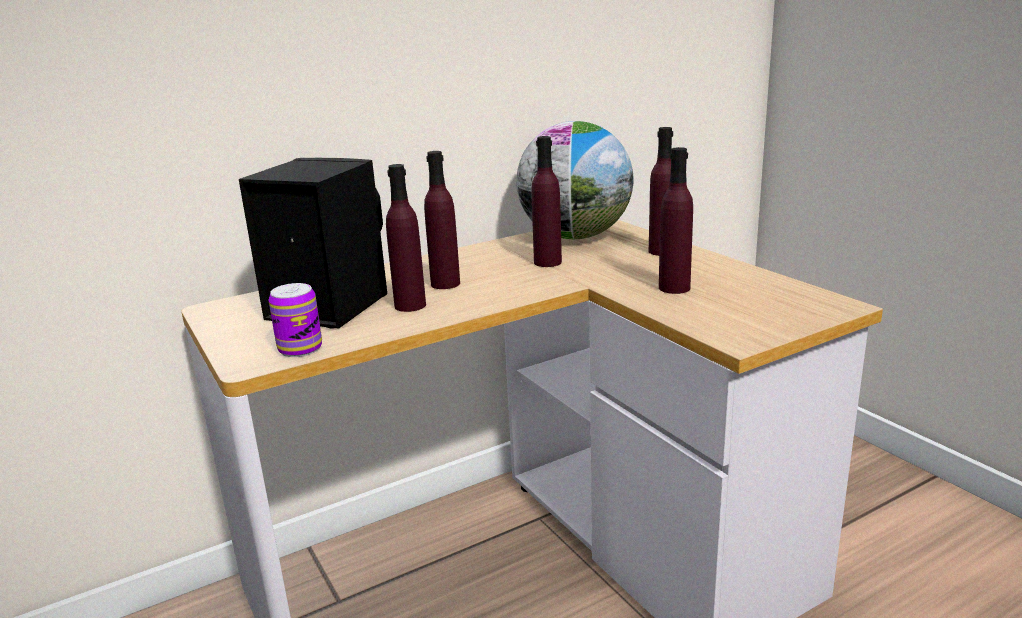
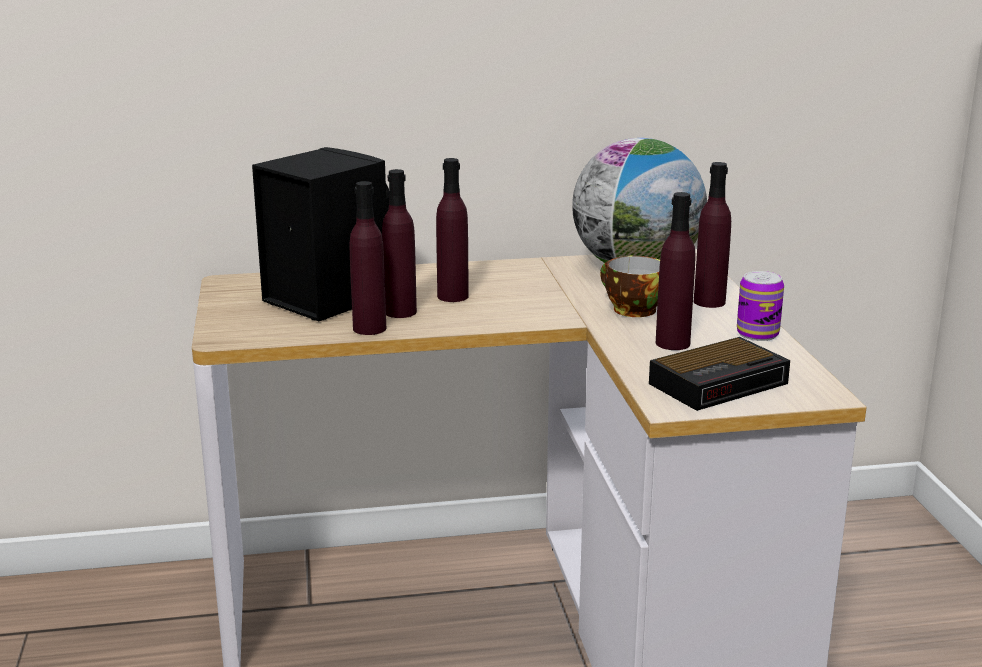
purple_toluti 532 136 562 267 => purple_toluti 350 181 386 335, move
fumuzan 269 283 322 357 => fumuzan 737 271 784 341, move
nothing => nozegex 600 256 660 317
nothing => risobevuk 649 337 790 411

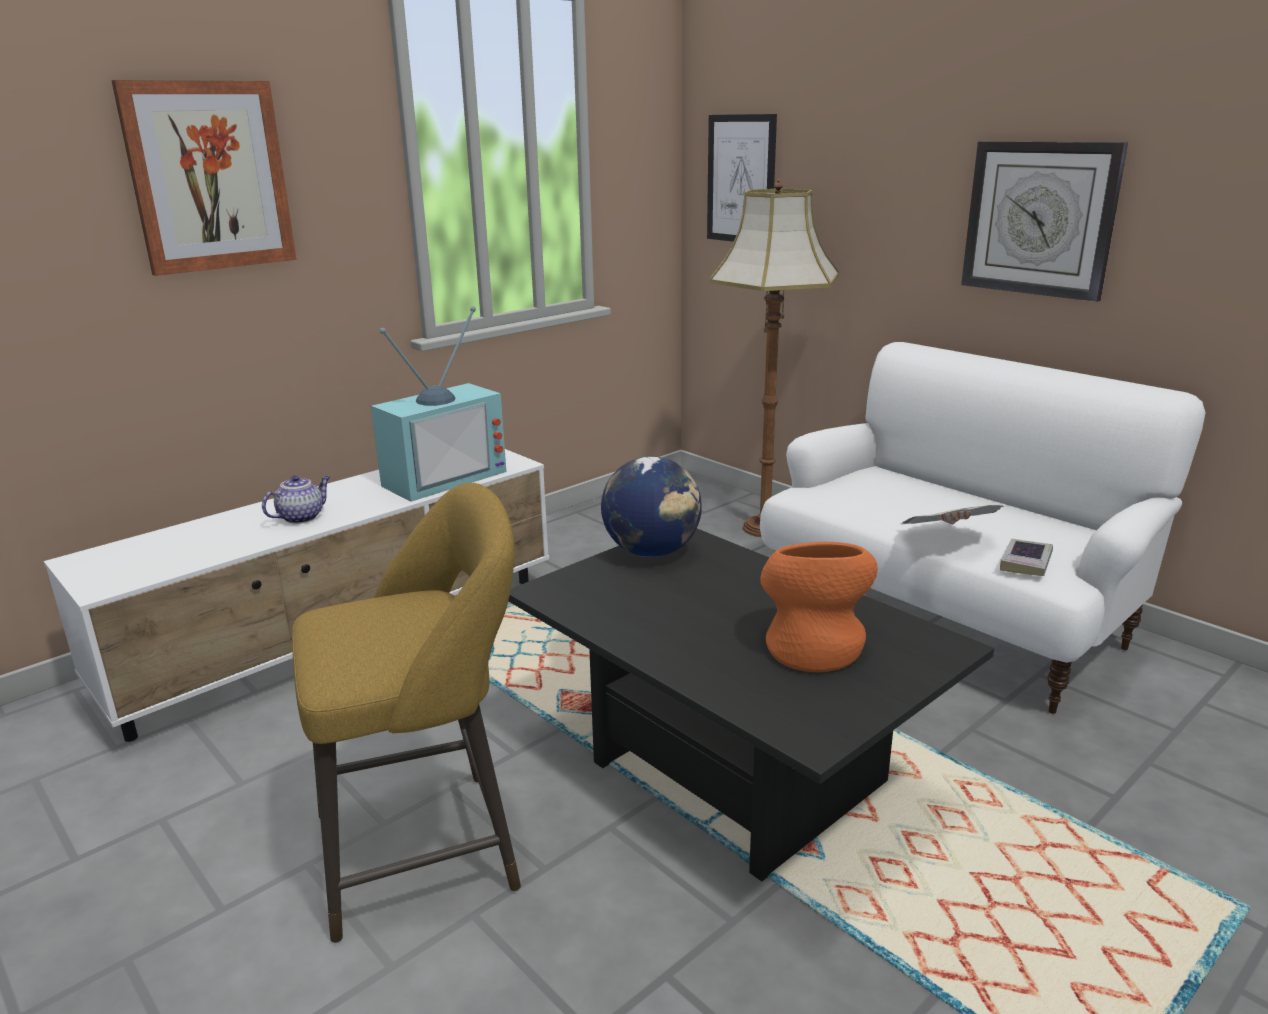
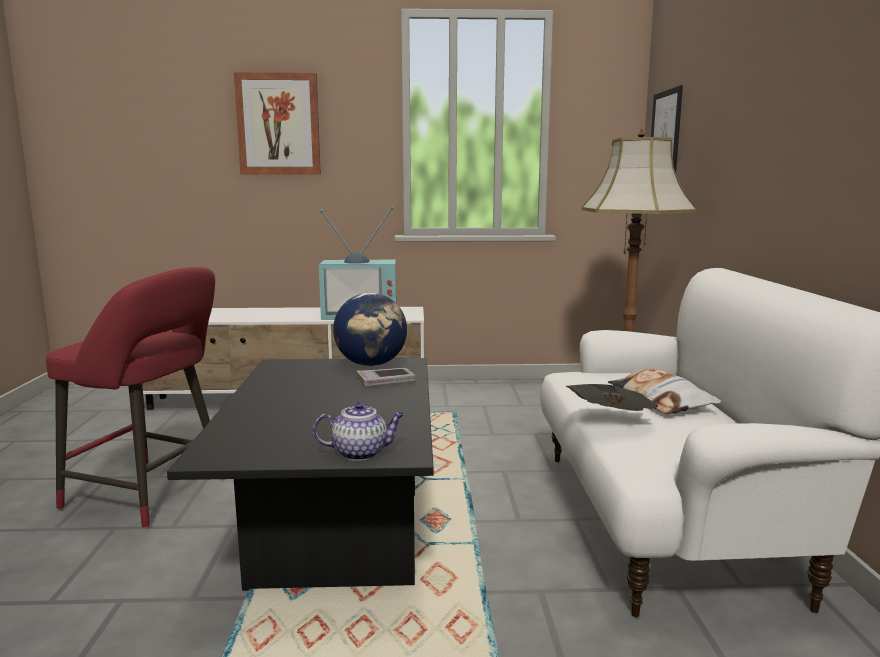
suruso 961 141 1128 302 => nothing
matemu 262 475 330 524 => matemu 313 402 405 461, move
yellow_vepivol 292 483 521 943 => red_vepivol 46 267 215 529
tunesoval 1000 539 1053 576 => tunesoval 356 368 416 386, move
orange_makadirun 760 542 878 672 => nothing
nothing => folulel 608 369 722 414

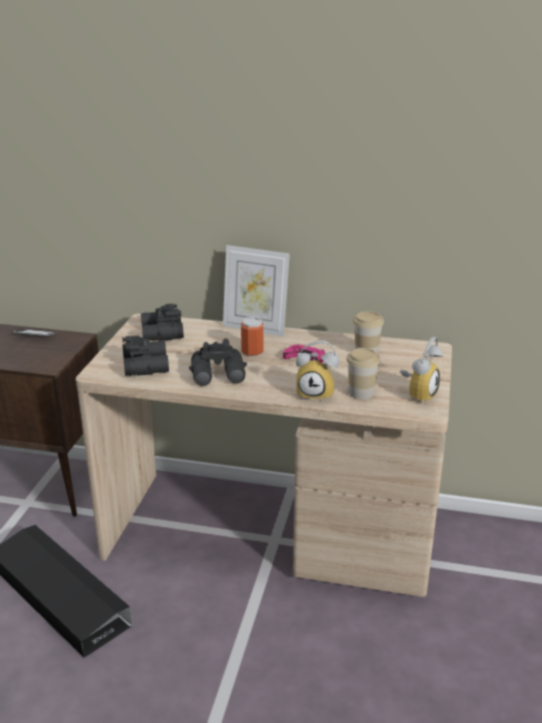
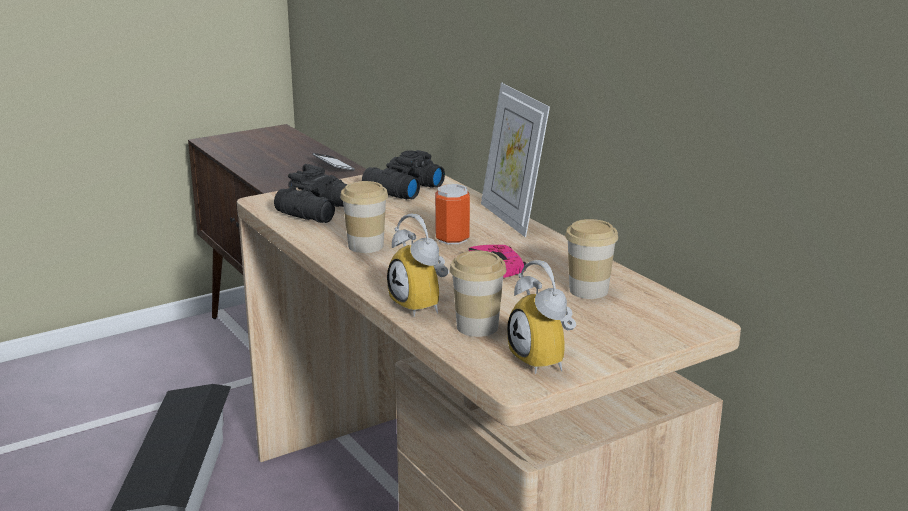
risobevuk 400 337 443 404 => risobevuk 507 260 576 374, 75 degrees clockwise
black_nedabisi 189 338 247 386 => nozegex 340 181 388 253

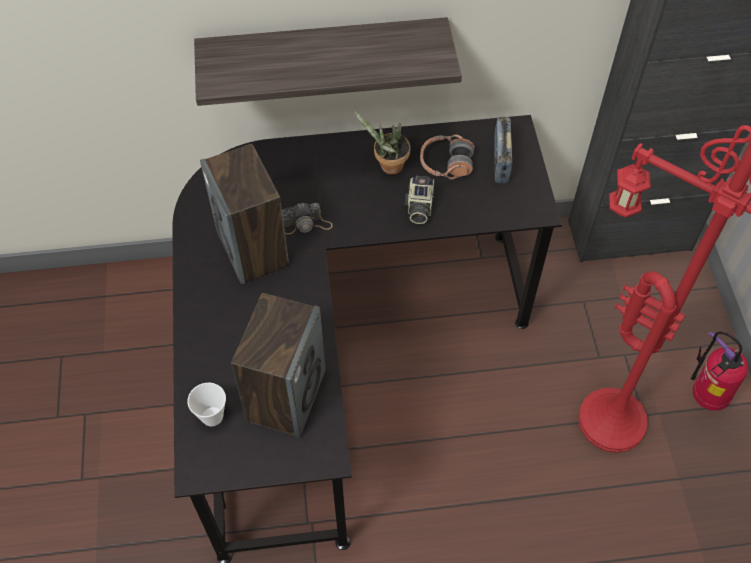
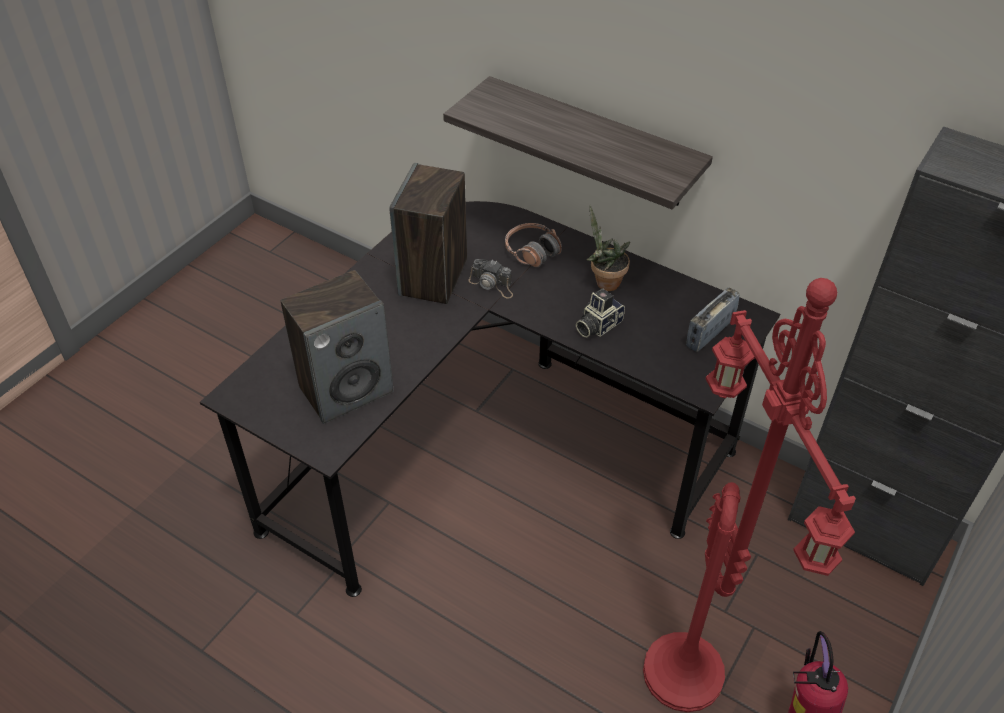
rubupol 420 134 475 180 => rubupol 505 223 562 267, move
nozegex 188 382 226 426 => nothing

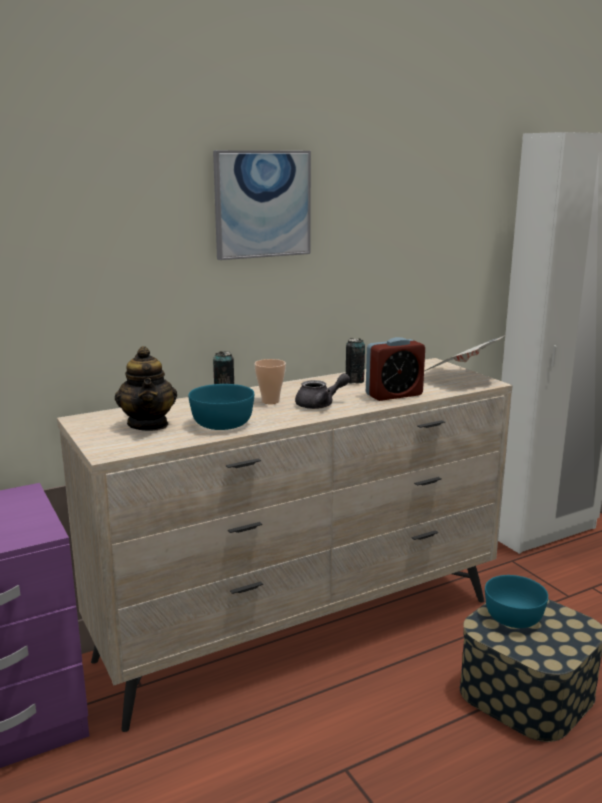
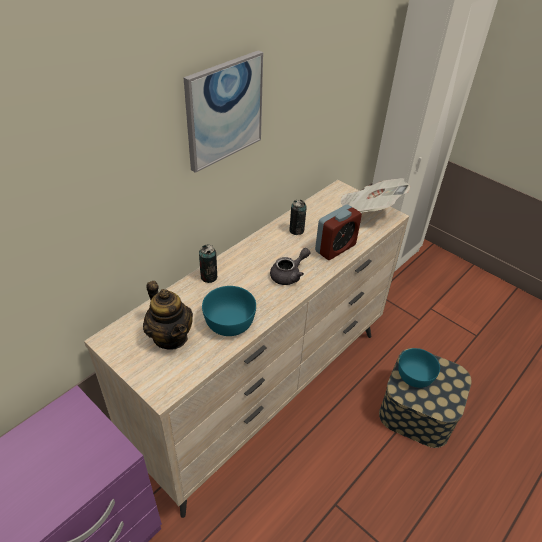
nozegex 254 359 286 404 => nothing

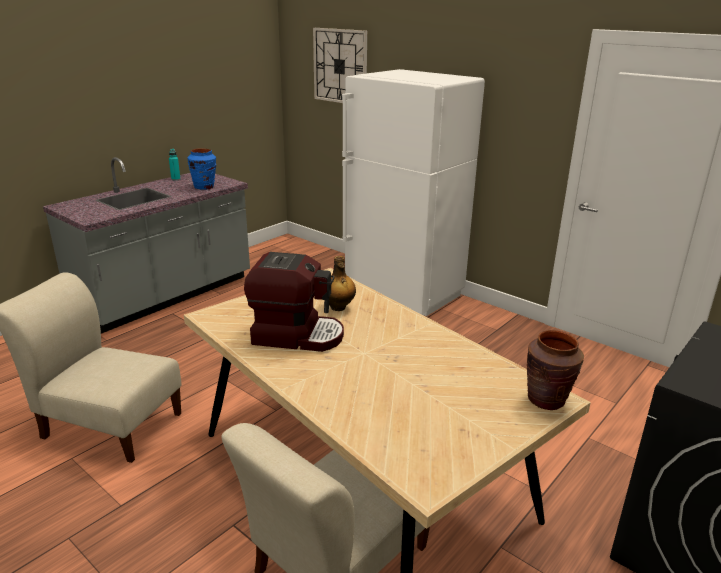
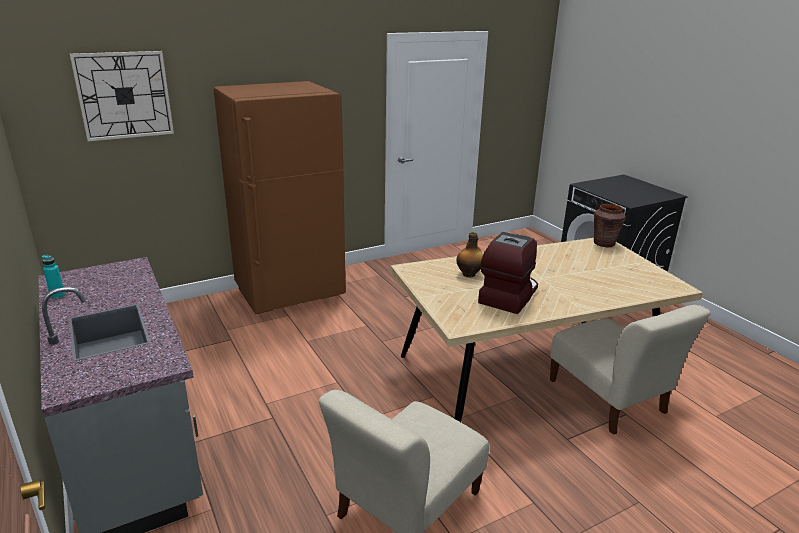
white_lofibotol 342 69 485 316 => brown_lofibotol 214 81 346 314
blue_makadirun 187 148 216 190 => nothing

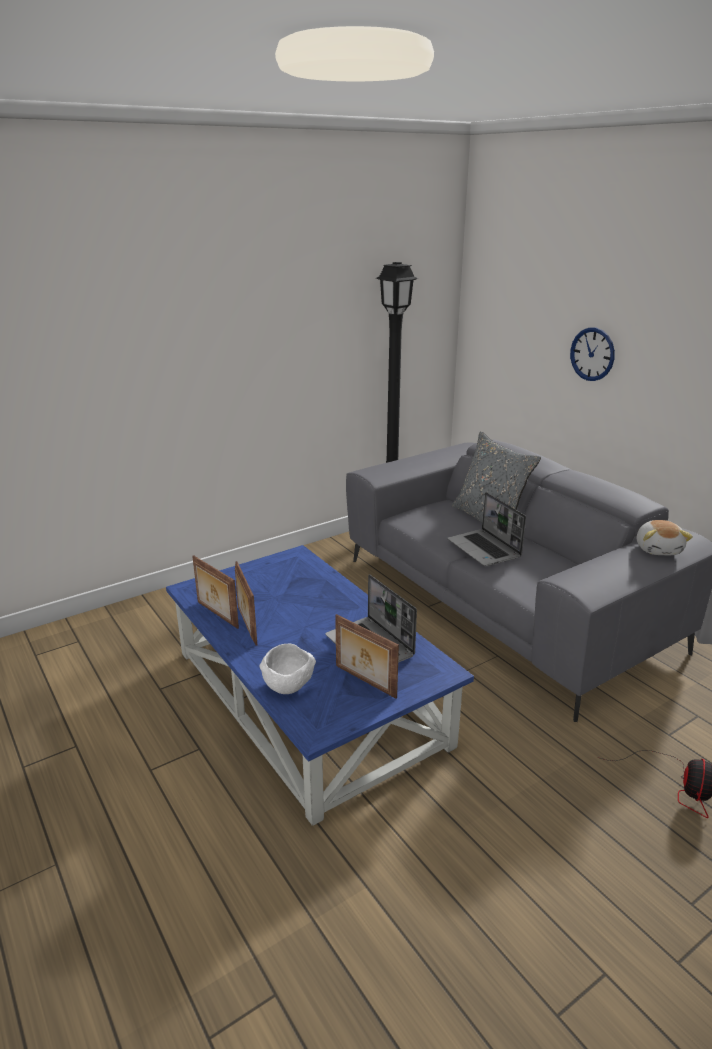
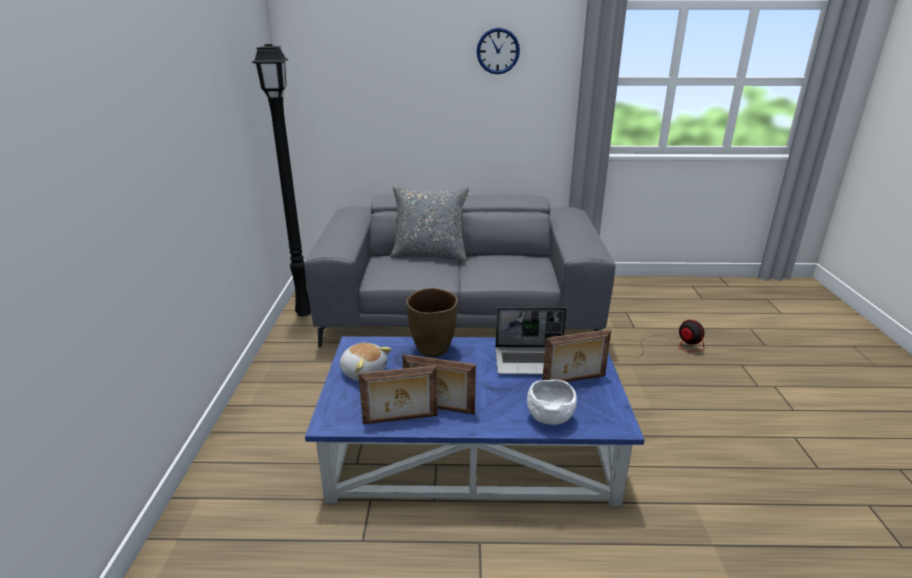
suruso 570 328 615 381 => suruso 477 28 520 74, move
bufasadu 448 492 526 566 => nothing
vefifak 637 520 693 555 => vefifak 339 343 392 381, move
nothing => brown_makadirun 406 288 458 357

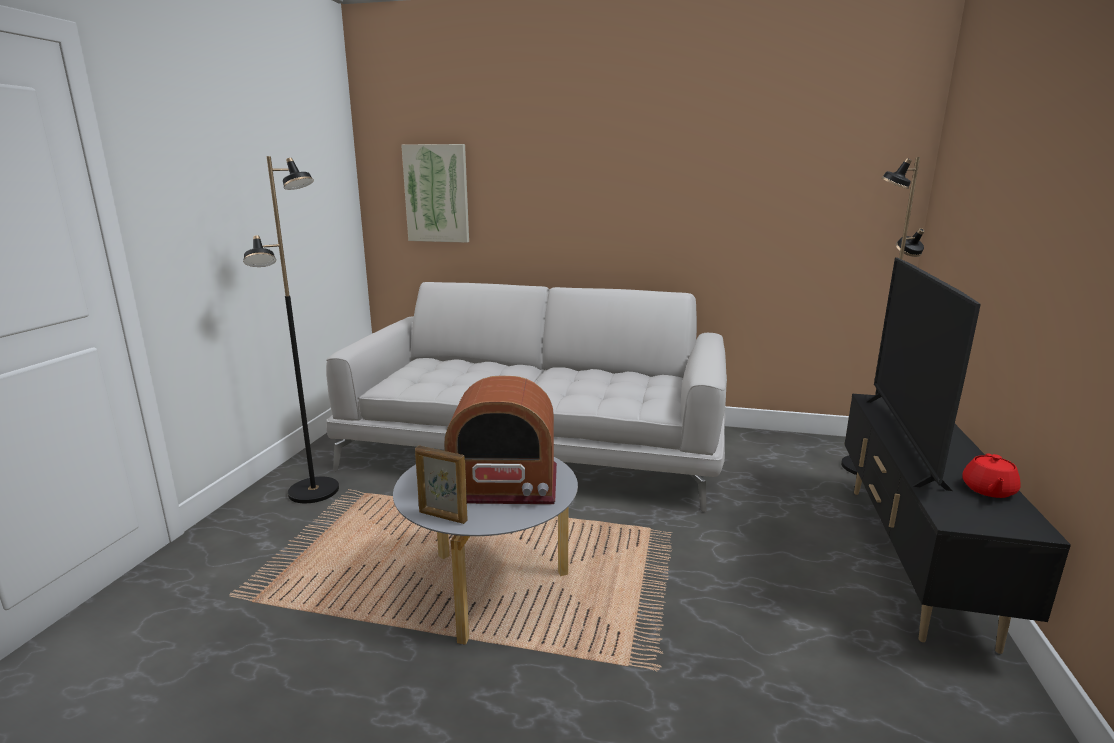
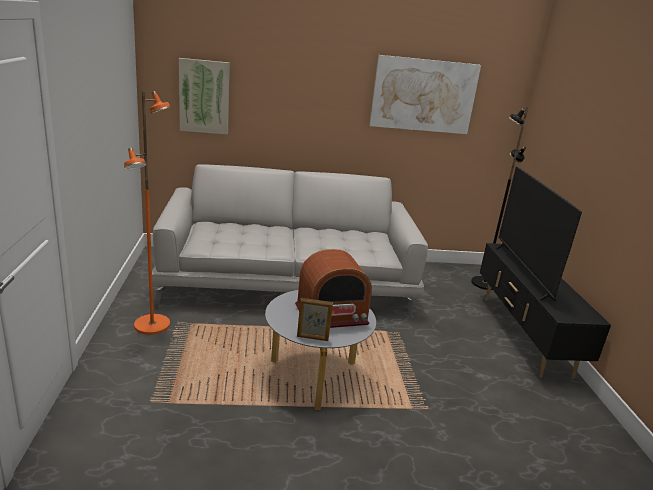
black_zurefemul 243 156 339 503 => orange_zurefemul 124 91 171 335
red_matemu 962 453 1021 498 => nothing
nothing => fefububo 369 55 481 134

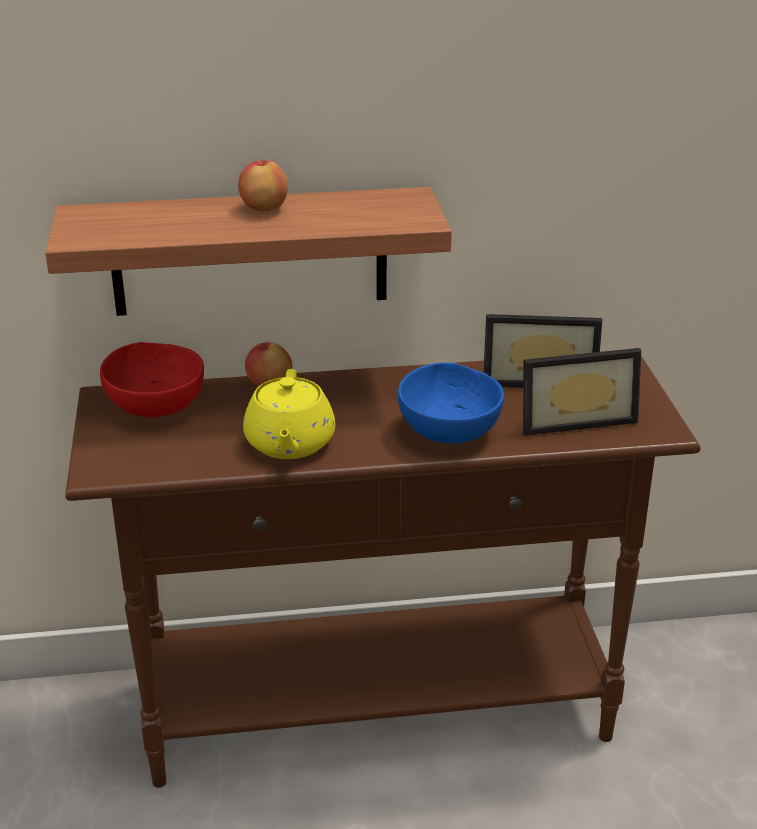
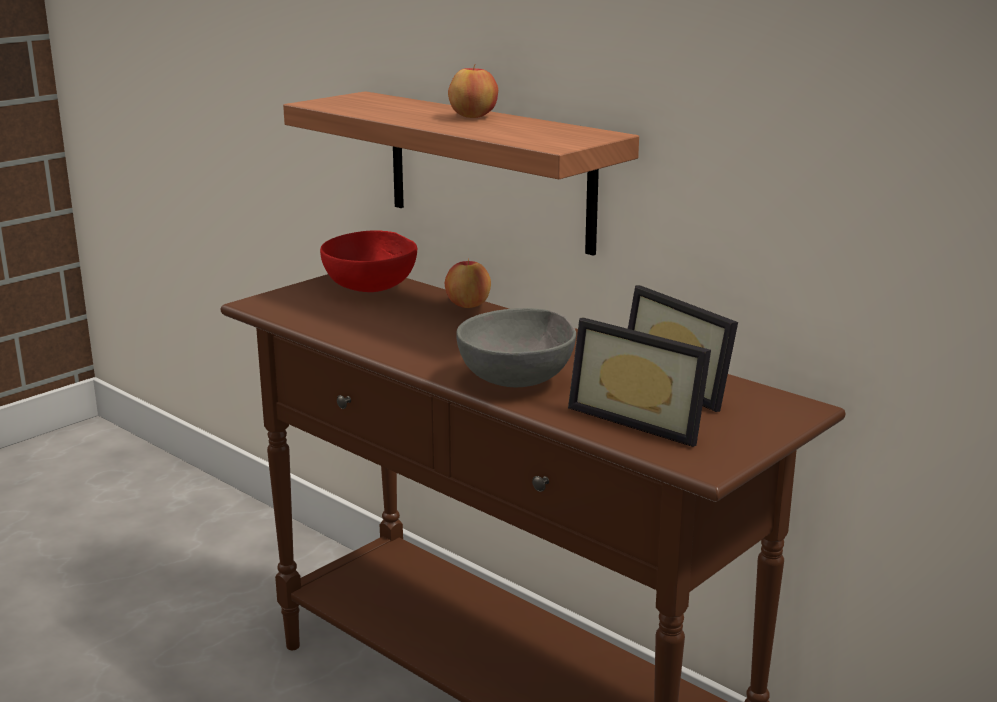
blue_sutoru 398 363 504 444 => grey_sutoru 456 308 576 387
yellow_matemu 243 369 335 459 => nothing

